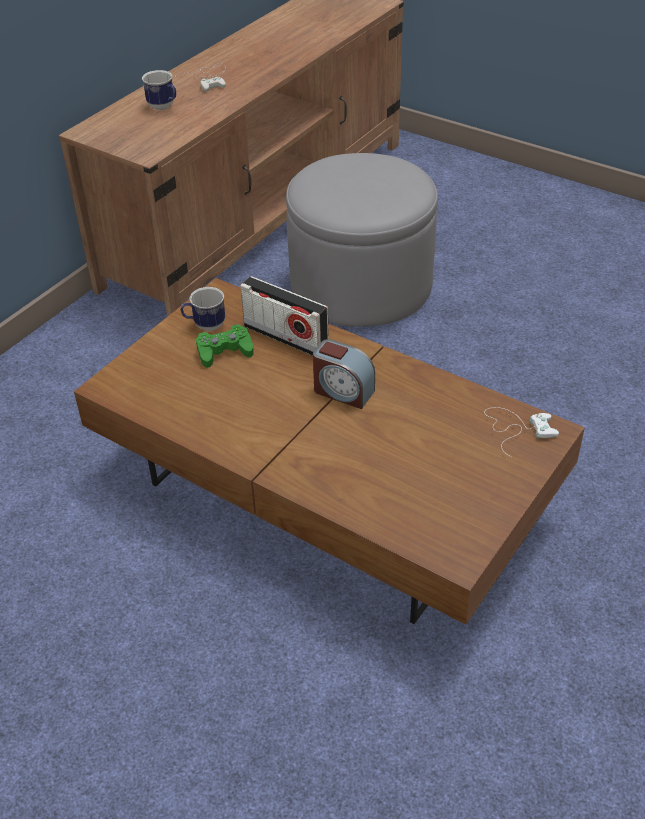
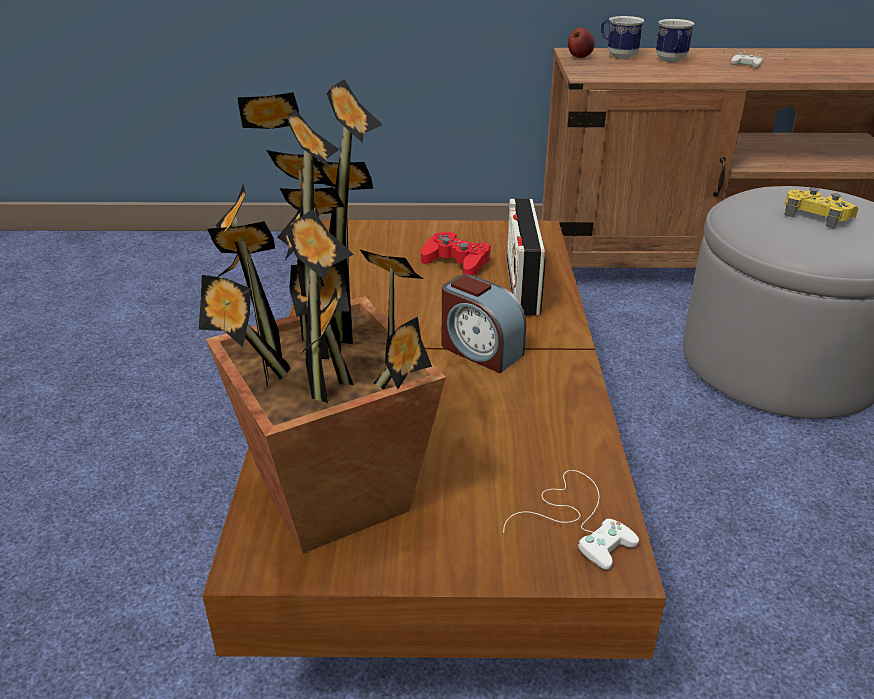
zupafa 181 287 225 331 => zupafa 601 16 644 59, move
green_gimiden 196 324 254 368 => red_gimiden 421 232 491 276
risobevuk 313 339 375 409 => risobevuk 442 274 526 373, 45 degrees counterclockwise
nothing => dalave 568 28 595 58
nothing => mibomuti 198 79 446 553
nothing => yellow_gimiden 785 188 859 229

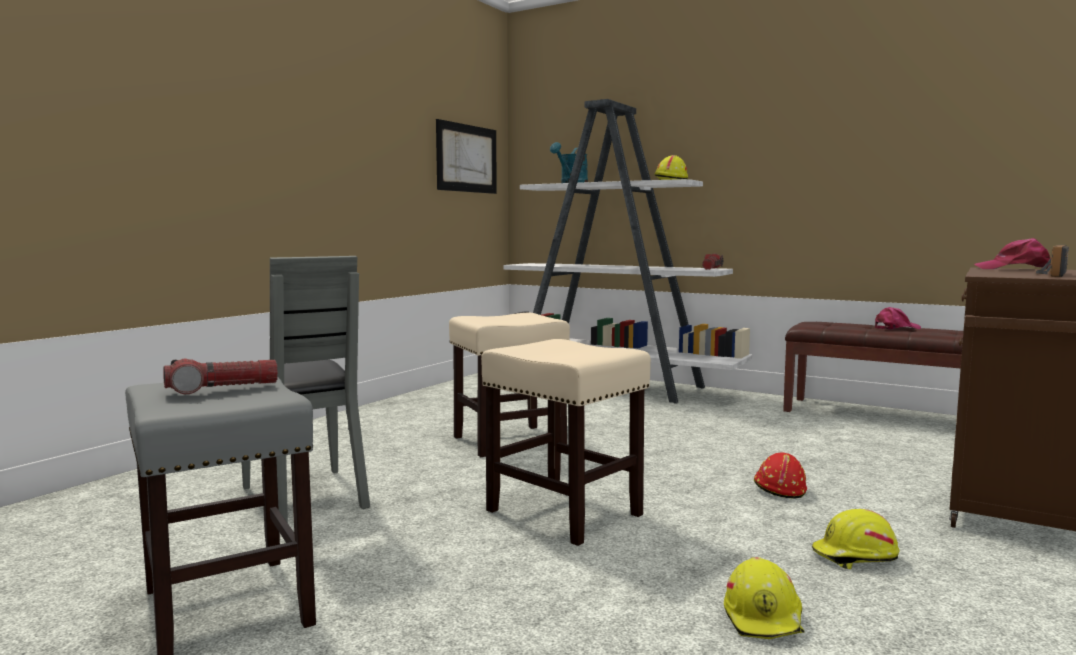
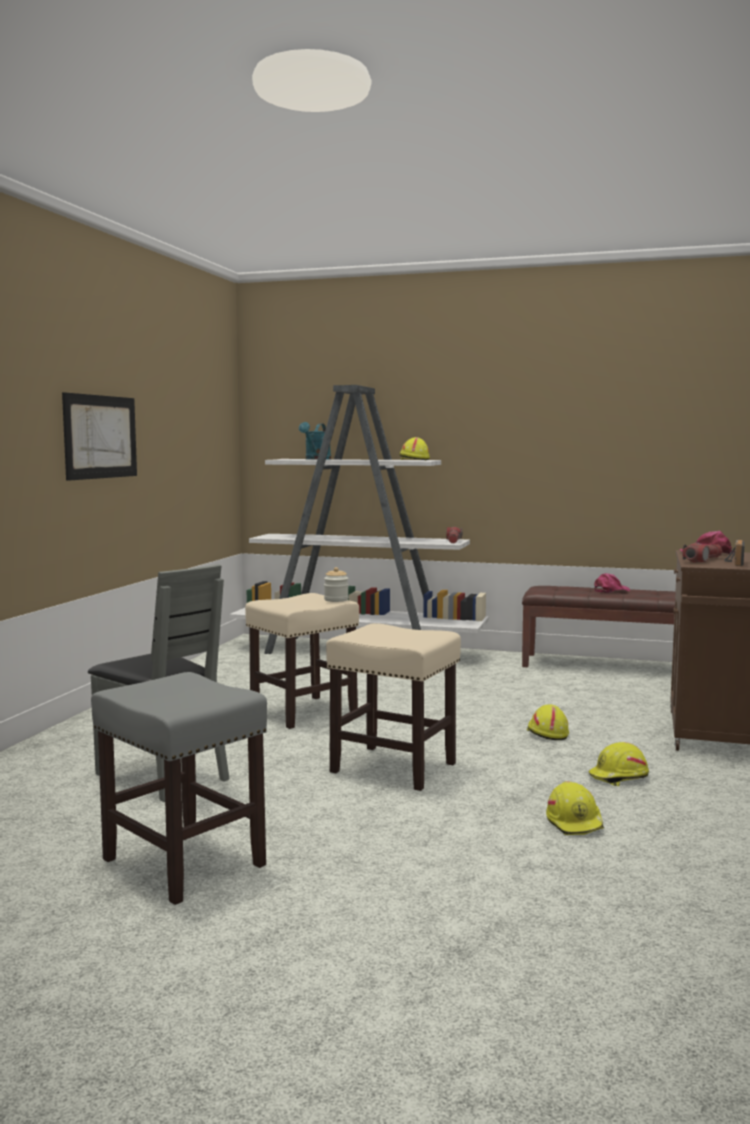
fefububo 436 119 497 194 => fefububo 62 392 137 481, move
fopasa 163 359 278 394 => fopasa 682 543 722 562, move
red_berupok 754 453 807 498 => yellow_berupok 527 704 569 740
nothing => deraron 324 567 349 602

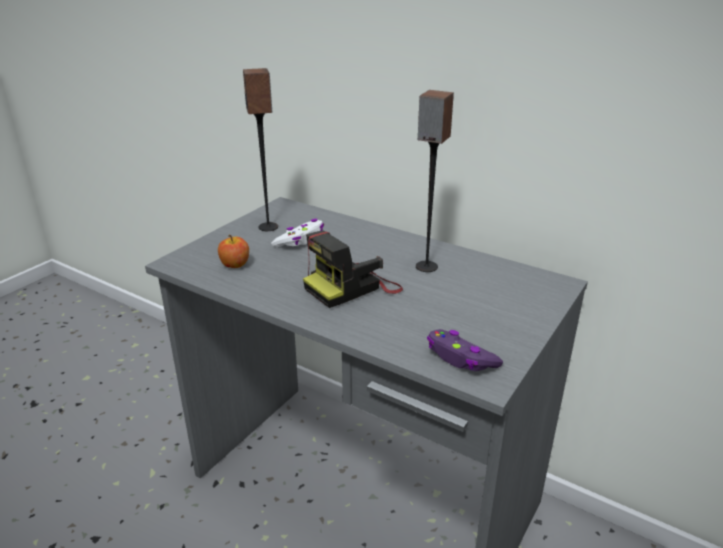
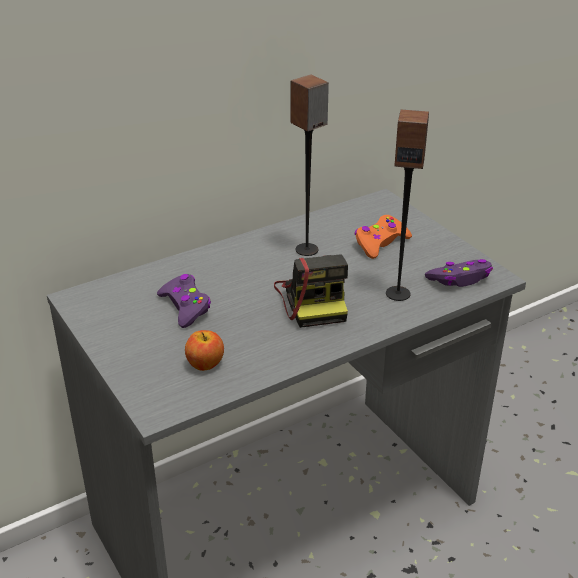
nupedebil 243 68 278 231 => nupedebil 386 109 429 301, move
white_gimiden 271 219 324 247 => purple_gimiden 157 274 211 328
nothing => orange_gimiden 354 215 412 259

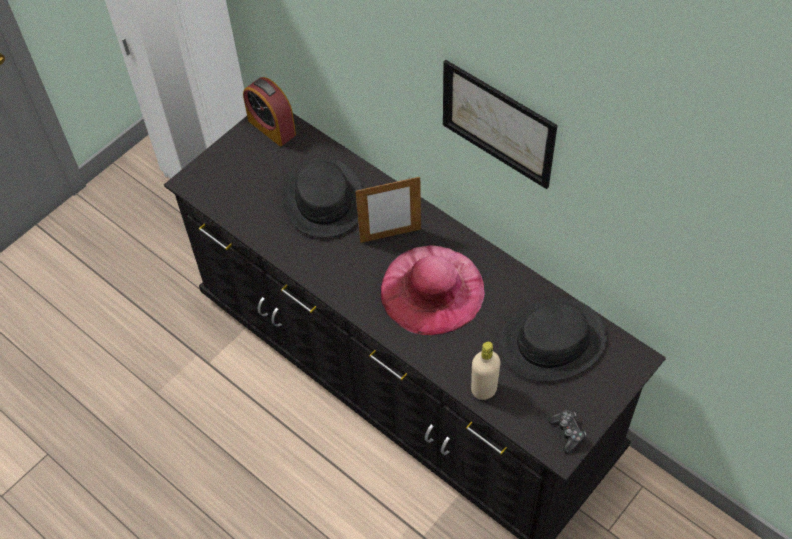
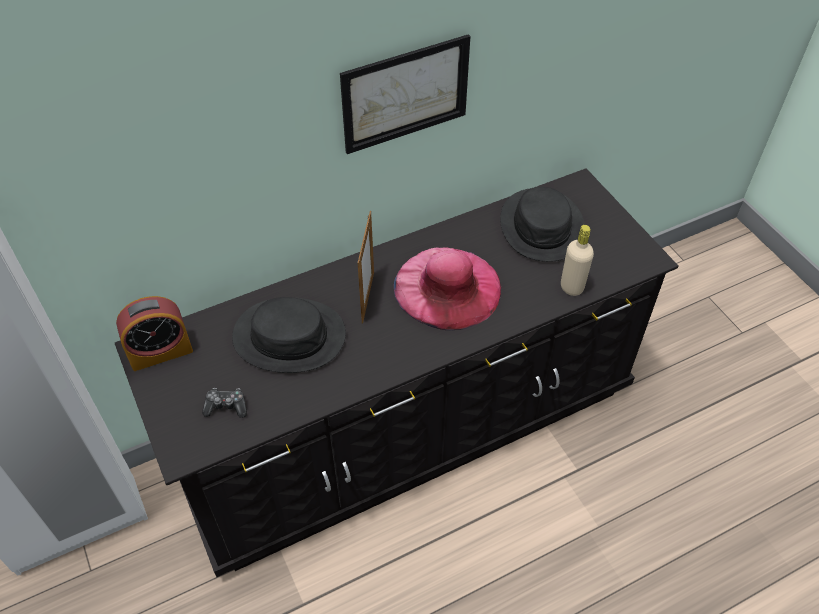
gimiden 548 410 586 454 => gimiden 202 388 247 418, move

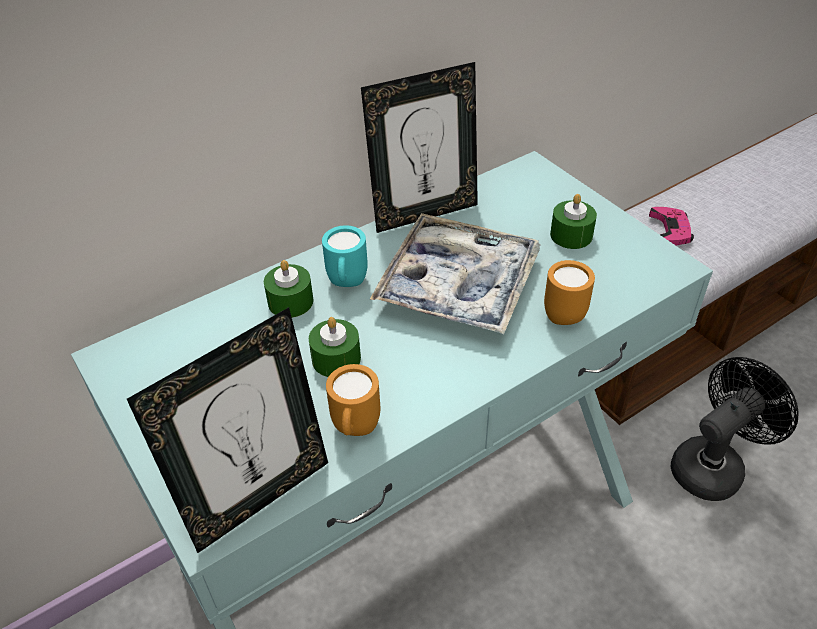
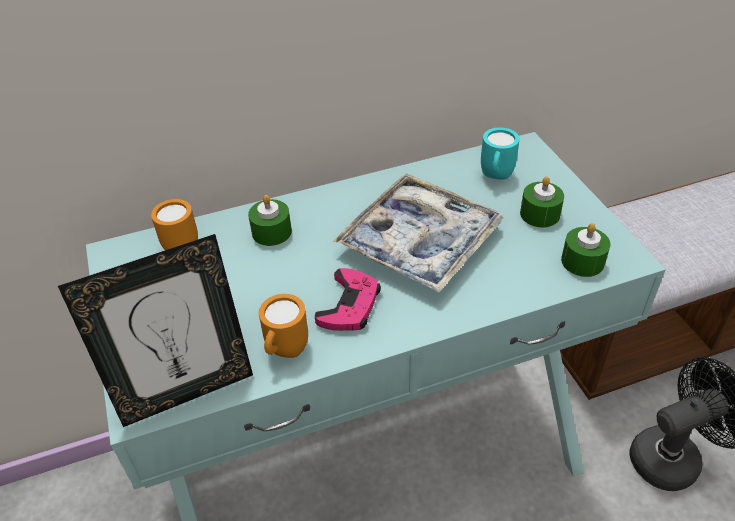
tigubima 361 62 478 233 => nothing
pink_gimiden 649 207 694 246 => pink_gimiden 315 268 381 331, move
turquoise_zupafa 322 225 368 287 => turquoise_zupafa 481 127 520 180, move
orange_zupafa 544 260 595 325 => orange_zupafa 151 199 198 250, move
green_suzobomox 309 317 361 377 => green_suzobomox 561 223 610 277, move

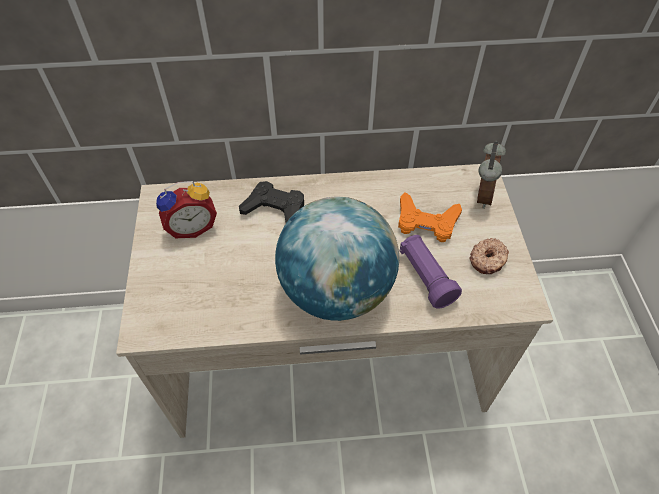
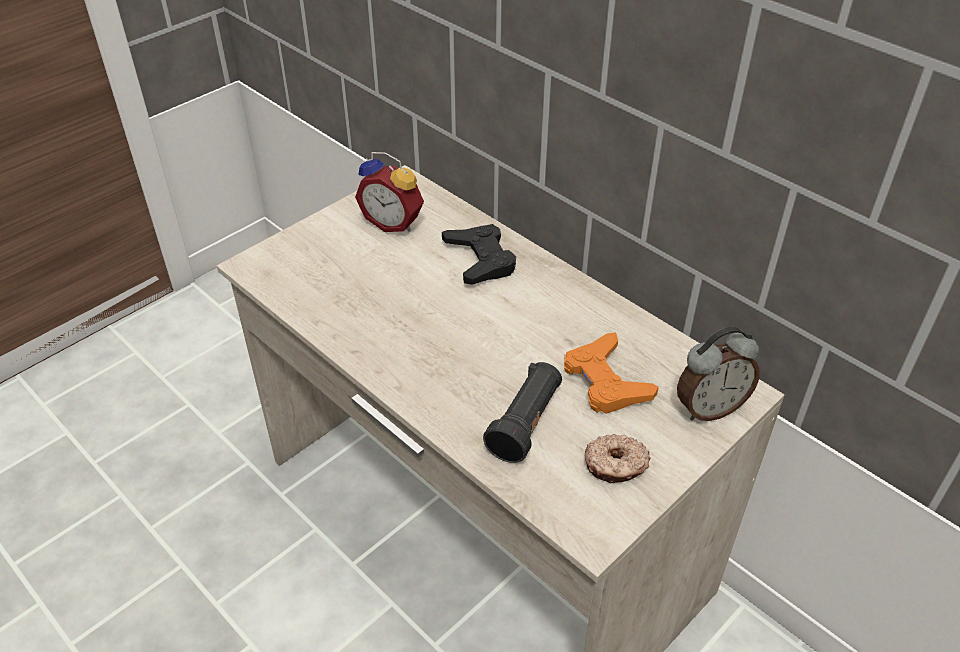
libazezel 275 196 399 321 => nothing
purple_fopasa 400 235 462 309 => black_fopasa 483 362 562 463

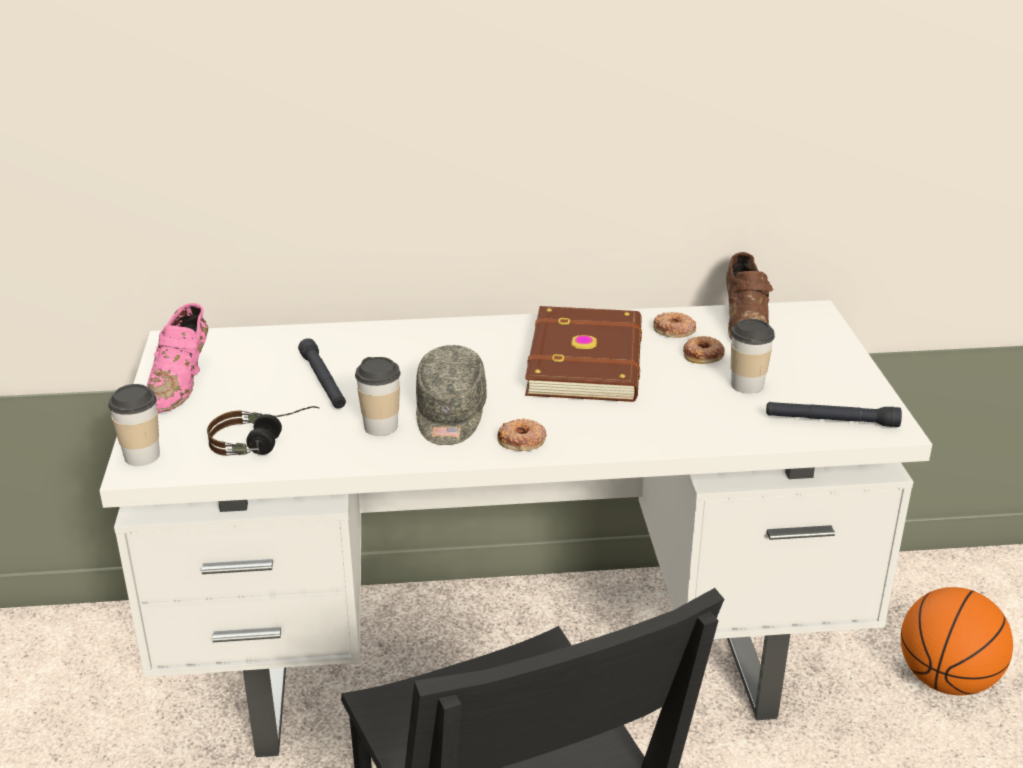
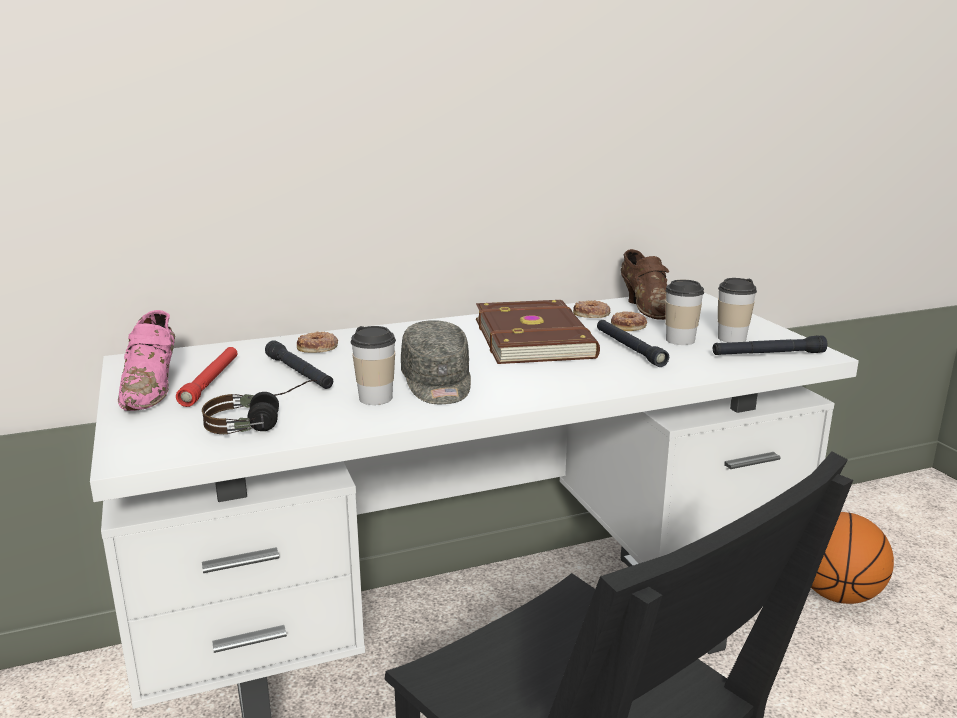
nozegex 108 384 160 466 => nozegex 718 278 757 343, move
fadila 497 418 547 451 => fadila 297 331 338 353, move
nothing => black_fopasa 597 320 669 367
nothing => red_fopasa 176 347 238 407

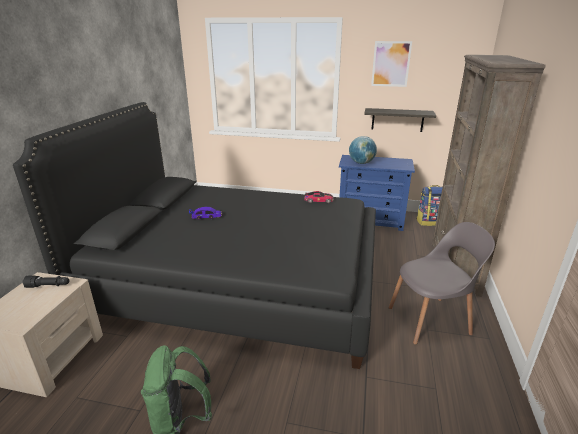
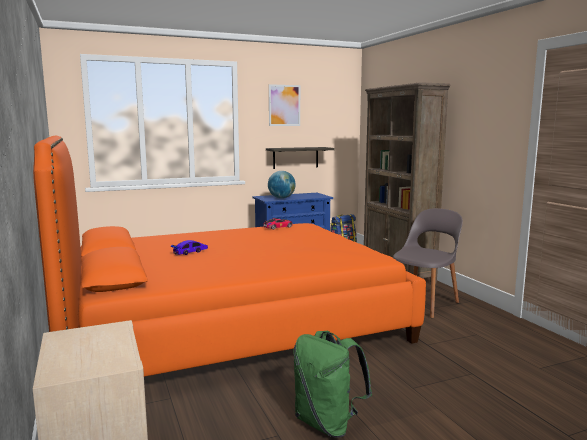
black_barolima 13 102 376 369 => orange_barolima 33 136 426 377
black_fopasa 23 275 70 288 => nothing

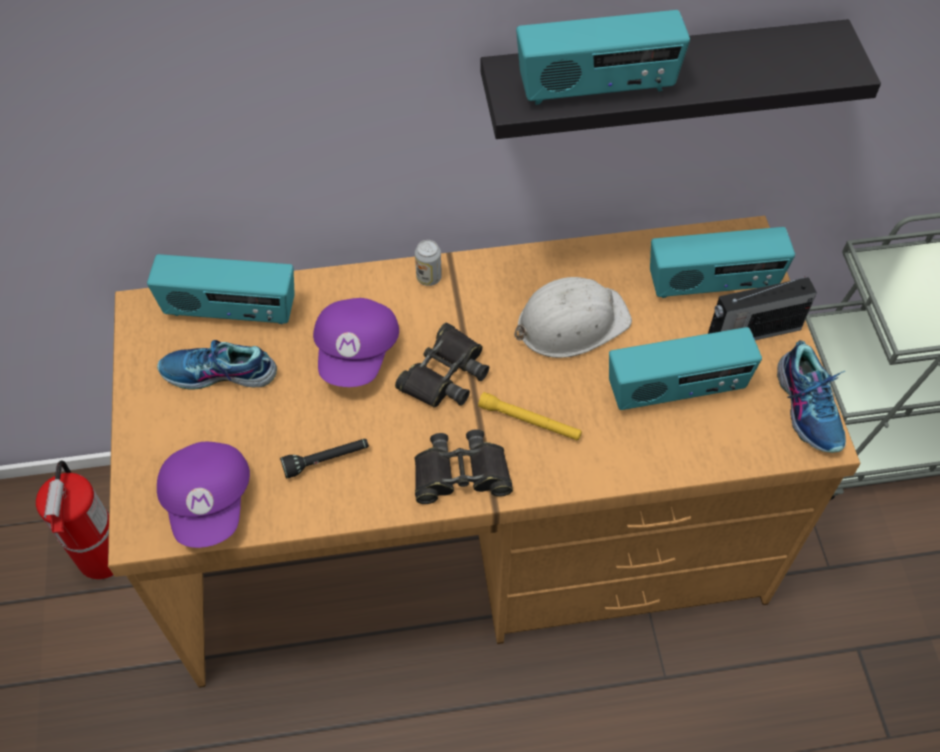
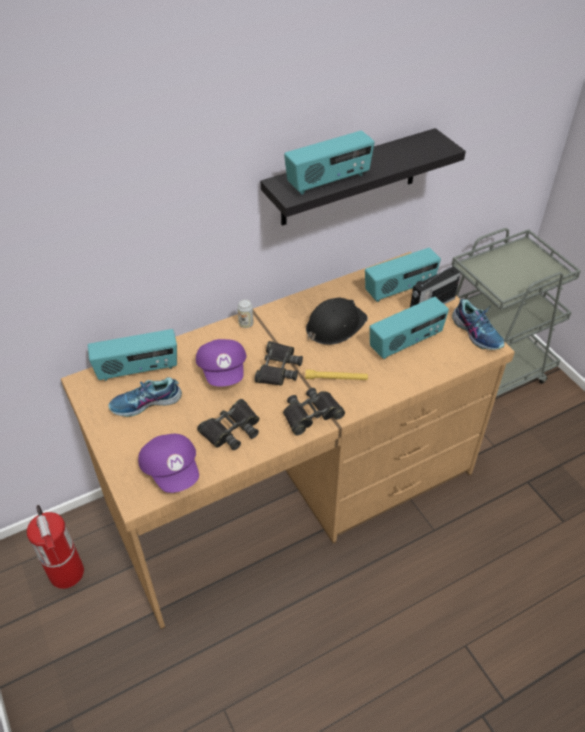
white_berupok 514 277 632 358 => black_berupok 306 298 368 345
black_fopasa 280 439 369 479 => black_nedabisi 197 399 260 450

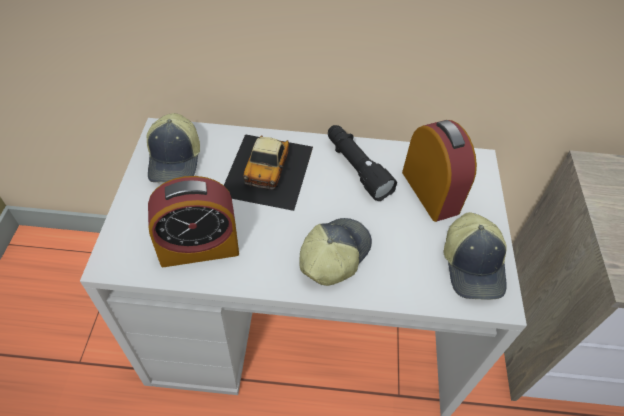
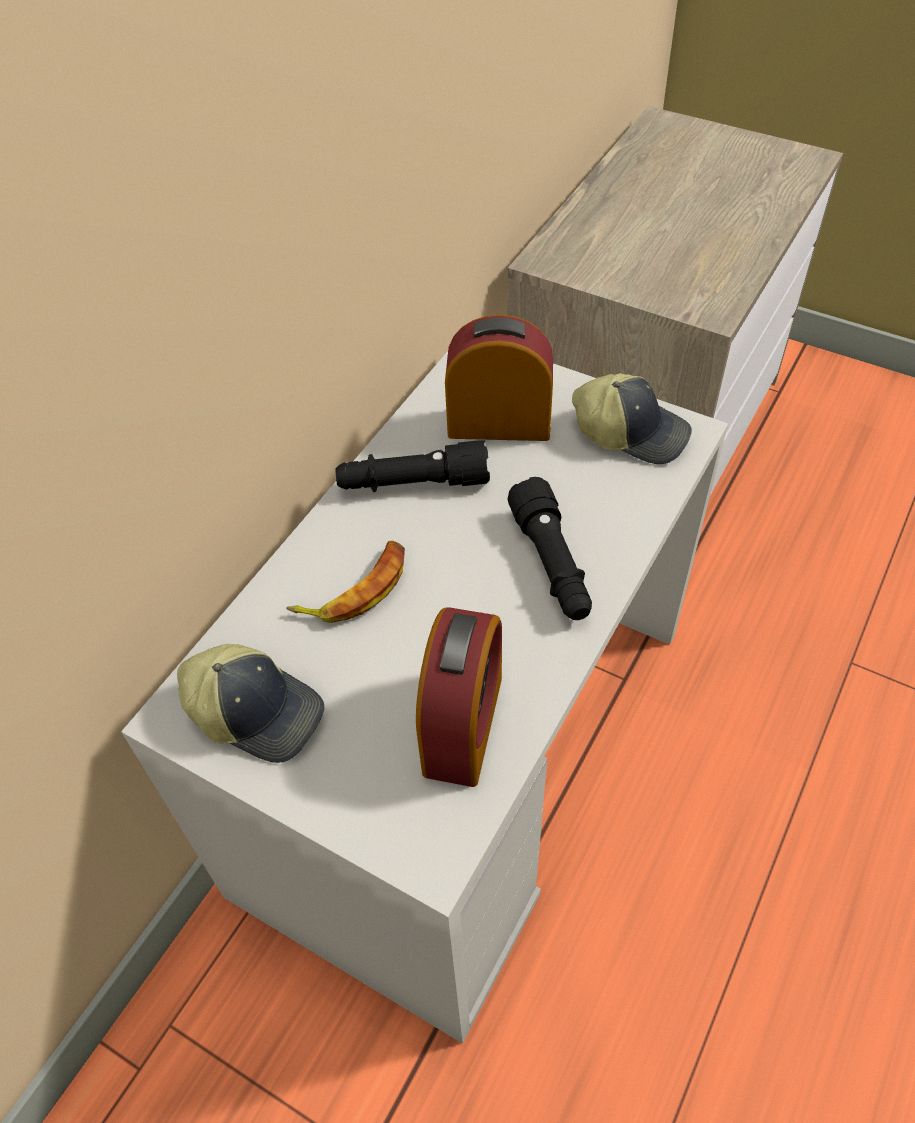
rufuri 224 134 313 211 => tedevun 286 541 405 623
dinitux 299 218 372 286 => black_fopasa 508 477 592 620

